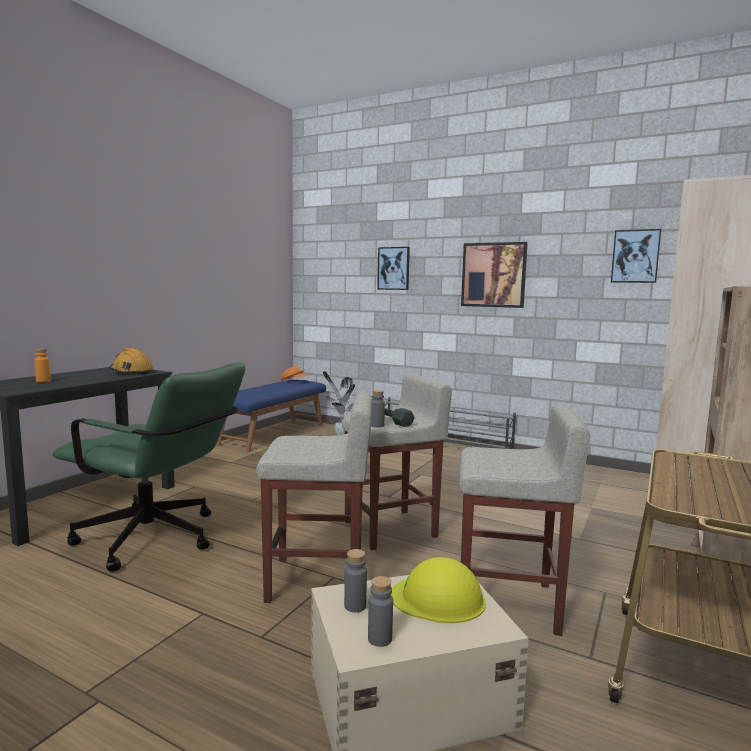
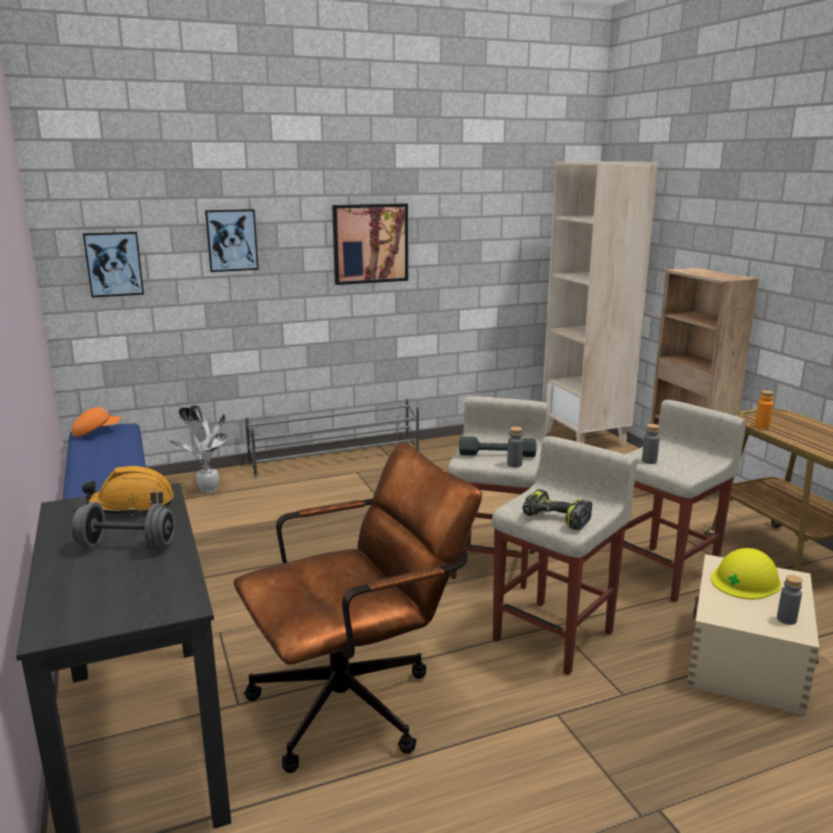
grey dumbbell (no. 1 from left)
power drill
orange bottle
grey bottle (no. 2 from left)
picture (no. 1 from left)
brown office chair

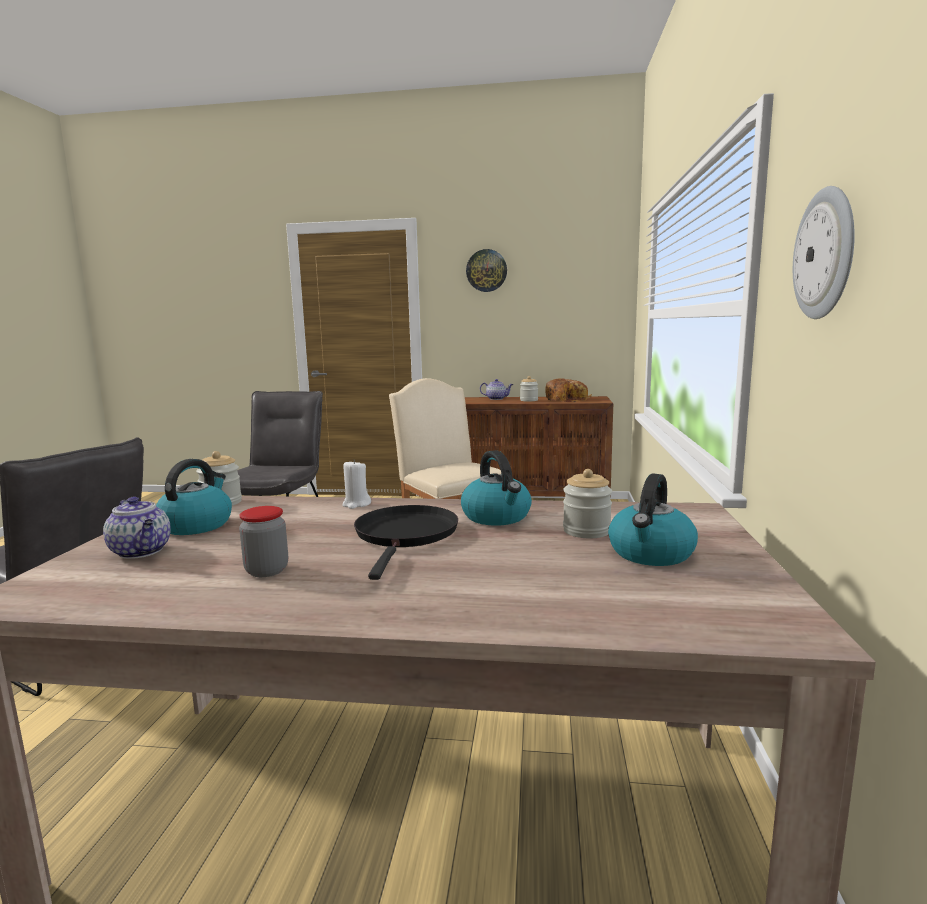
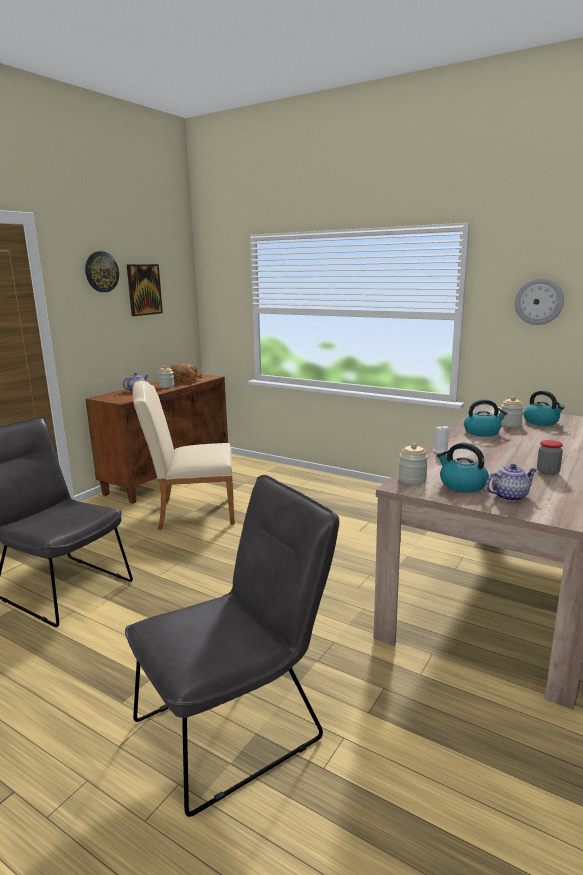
black frying pan
picture

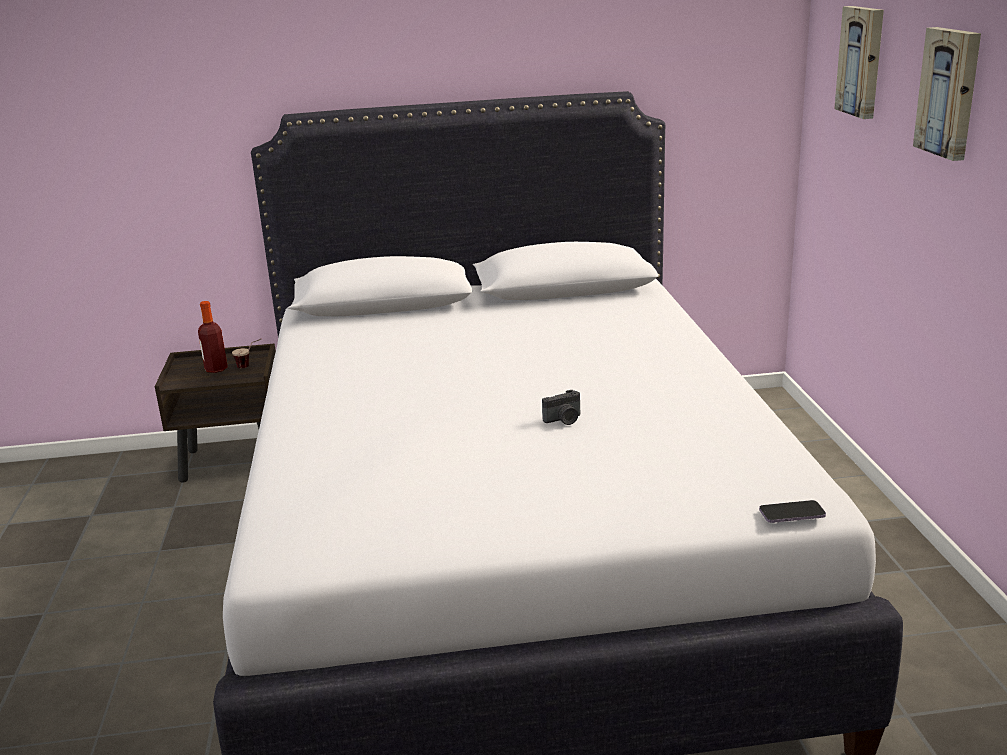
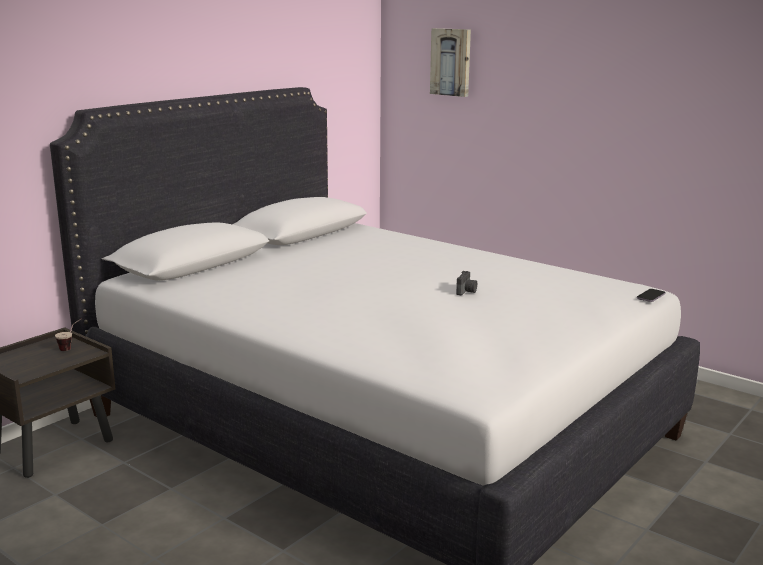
bottle
picture (no. 2 from left in the first image)

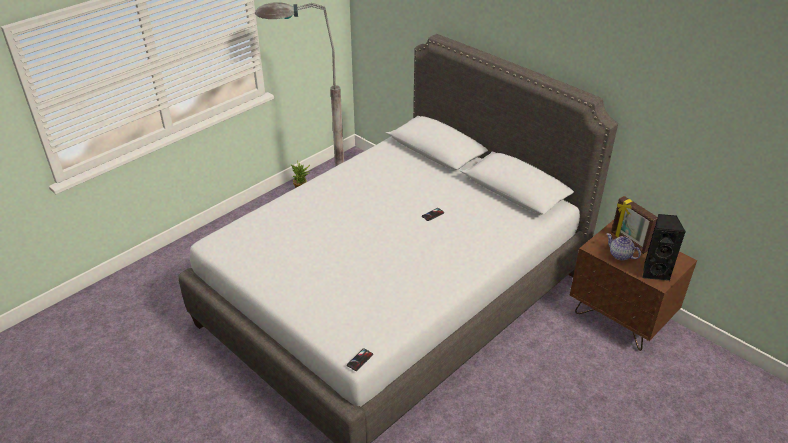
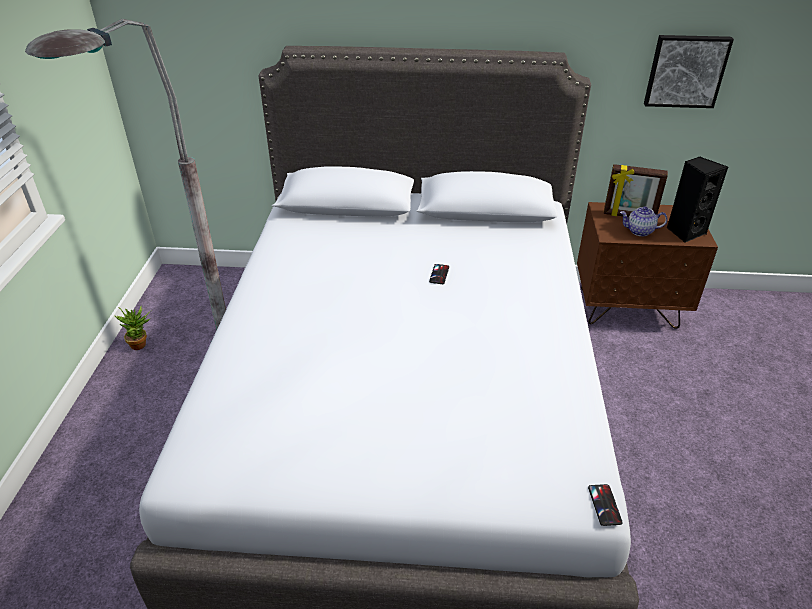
picture

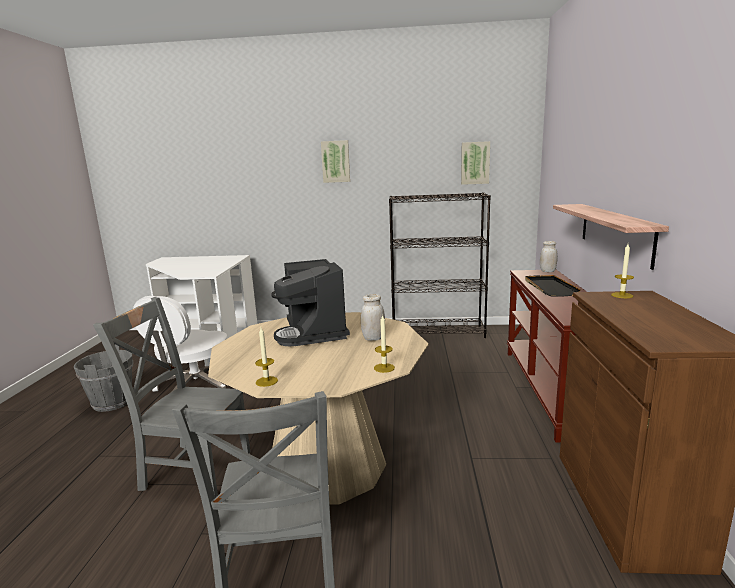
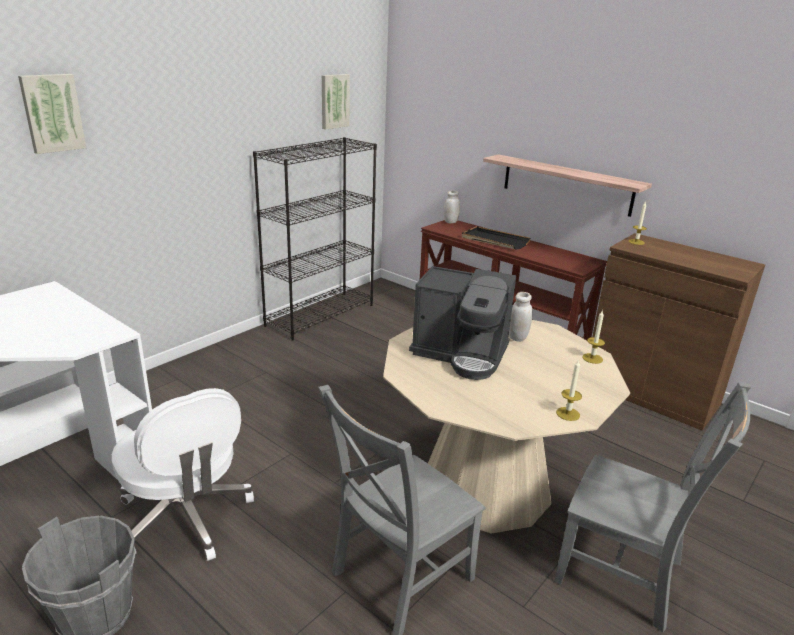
picture (no. 1 from left)

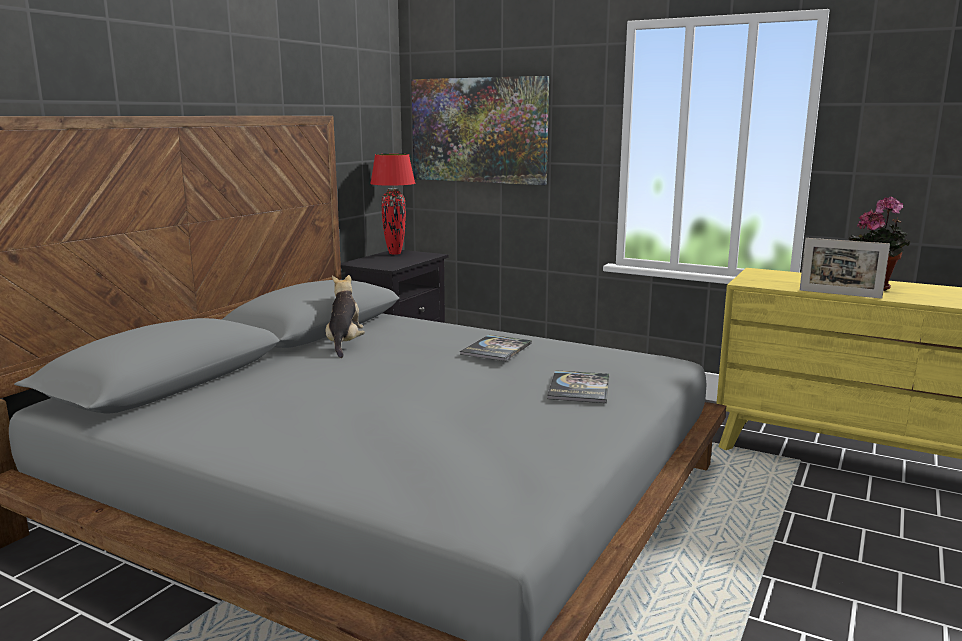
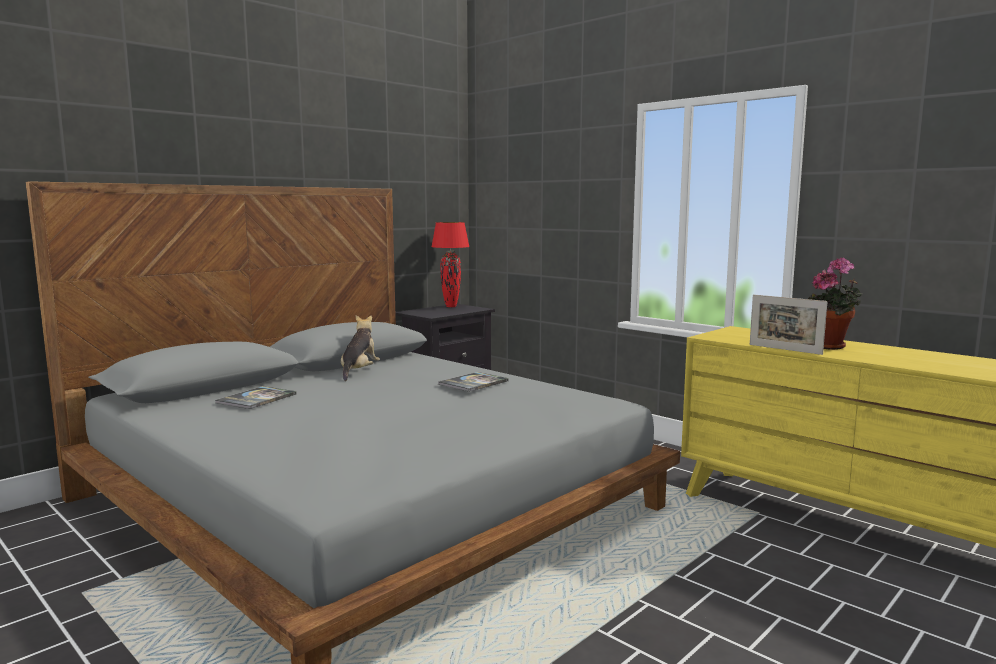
picture
book (no. 1 from left)

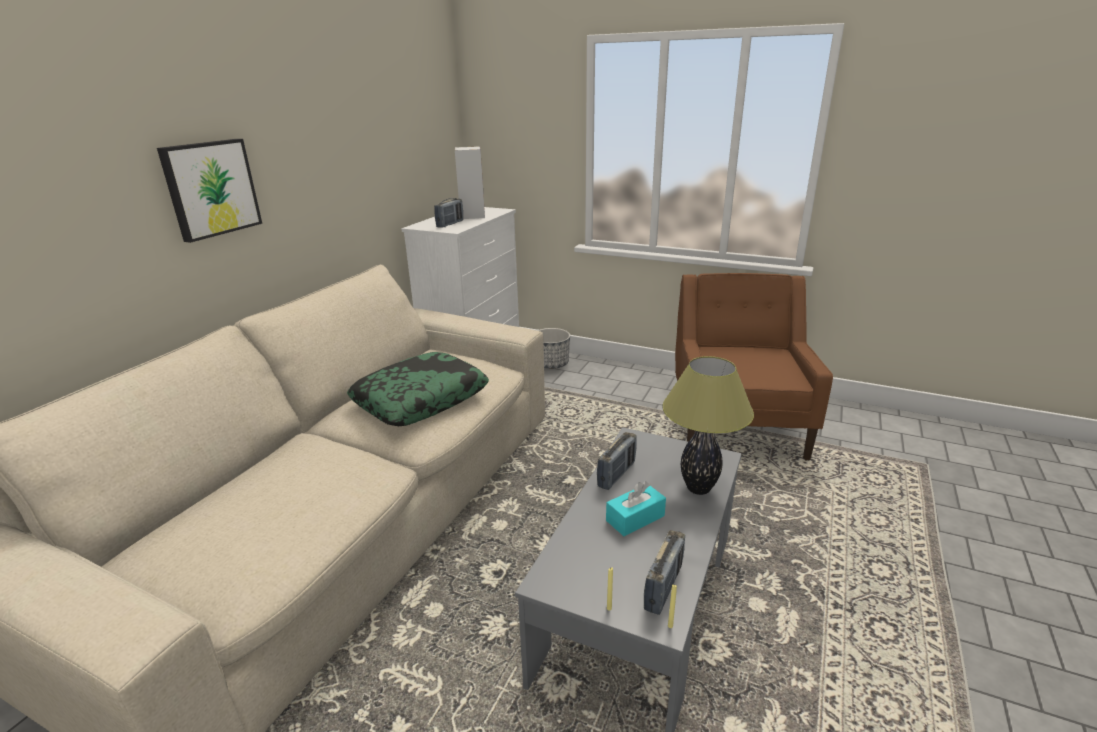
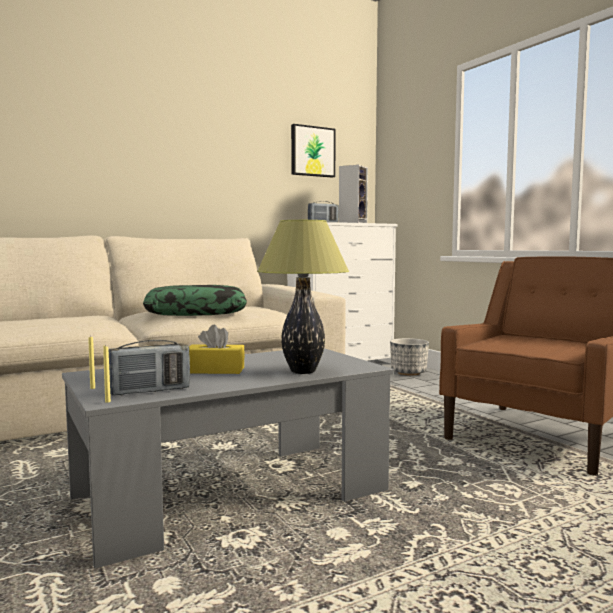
radio (no. 2 from left in the first image)
picture
yellow tissue box

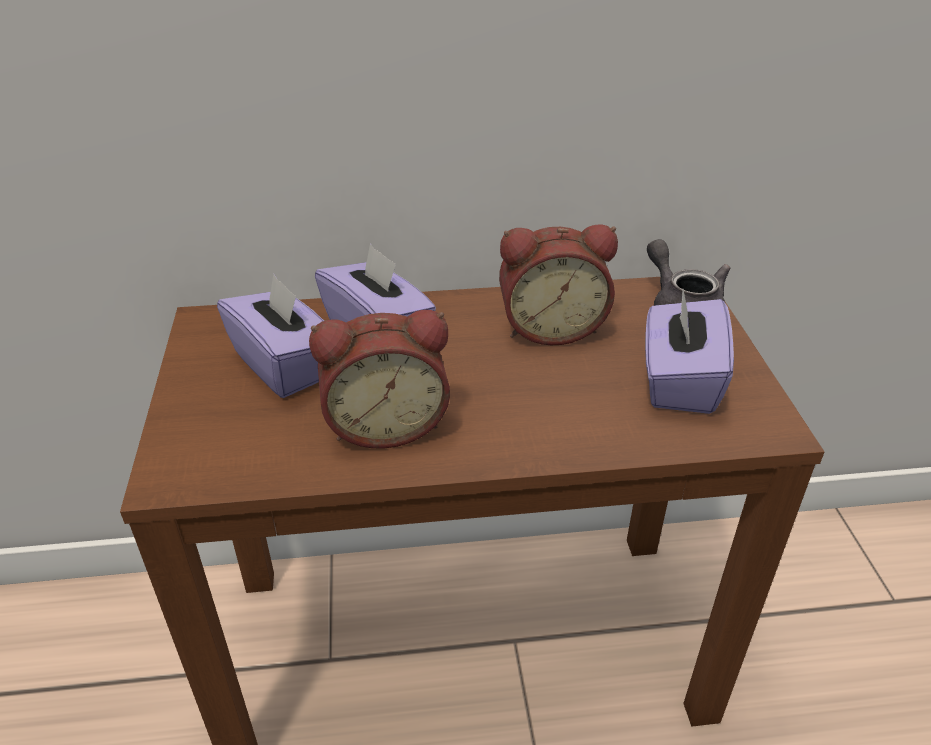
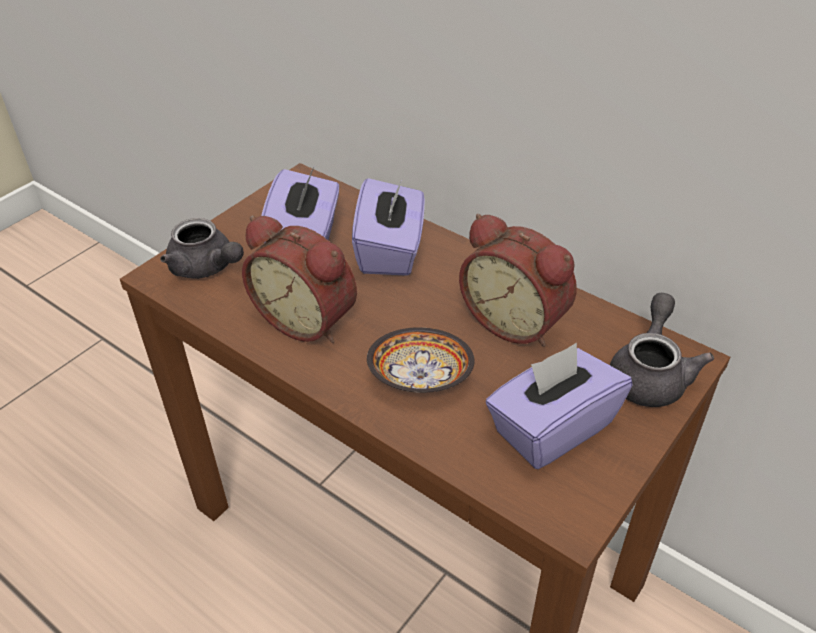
grey teapot (no. 1 from left)
bowl

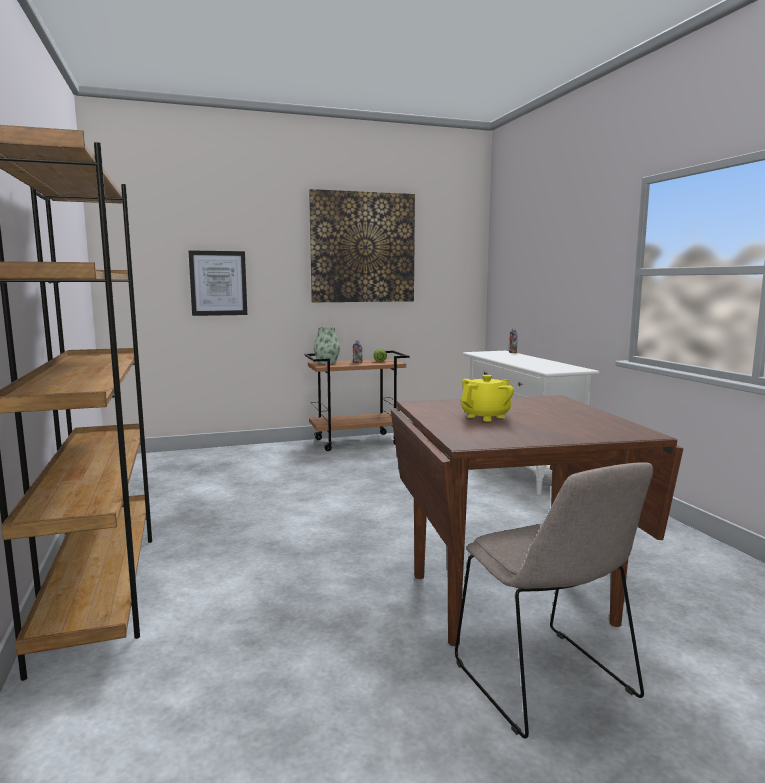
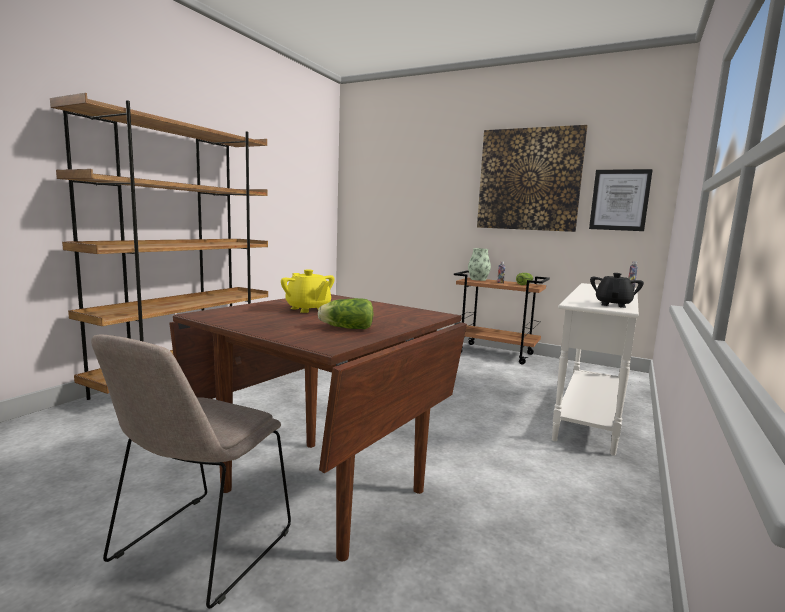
lettuce (no. 1 from left)
black teapot
picture (no. 2 from left)
yellow teapot

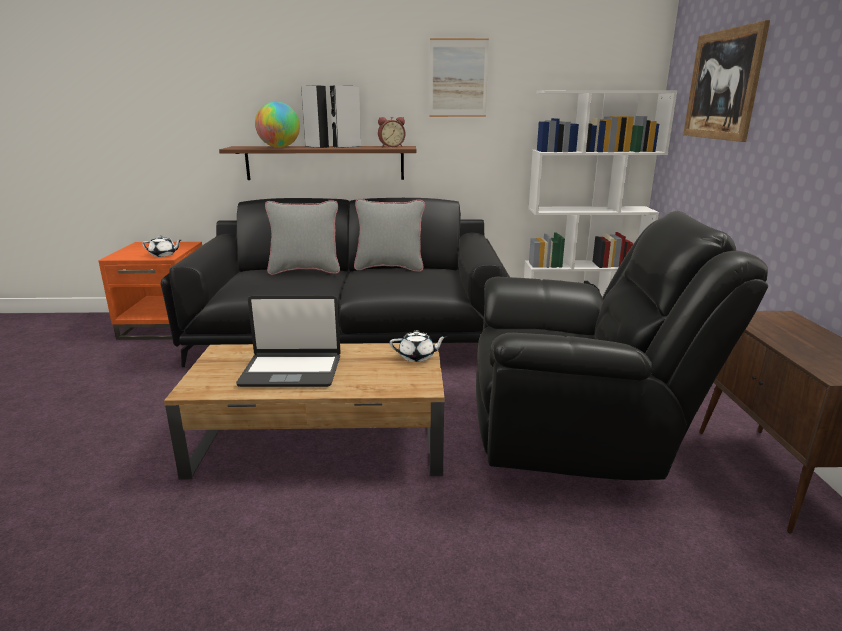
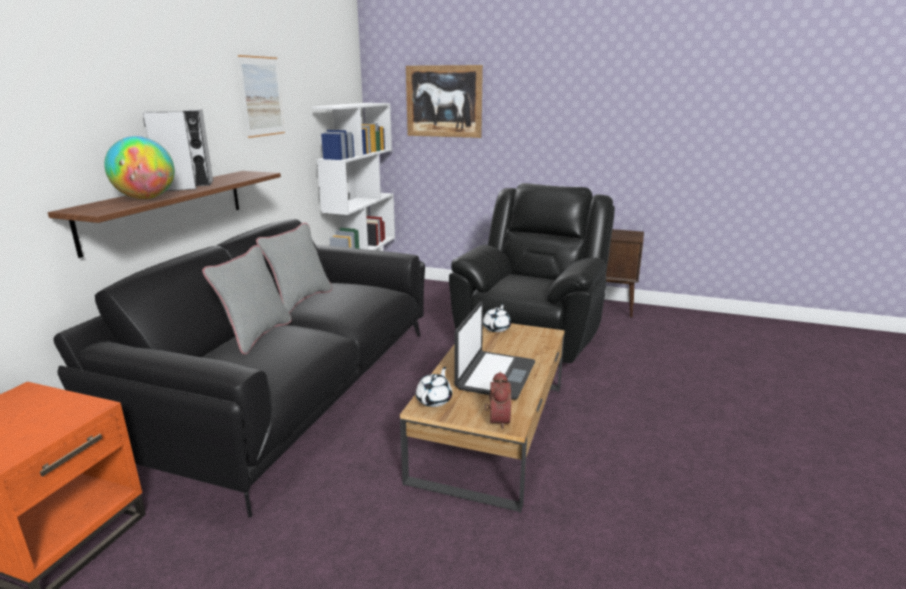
white teapot (no. 1 from left)
alarm clock

